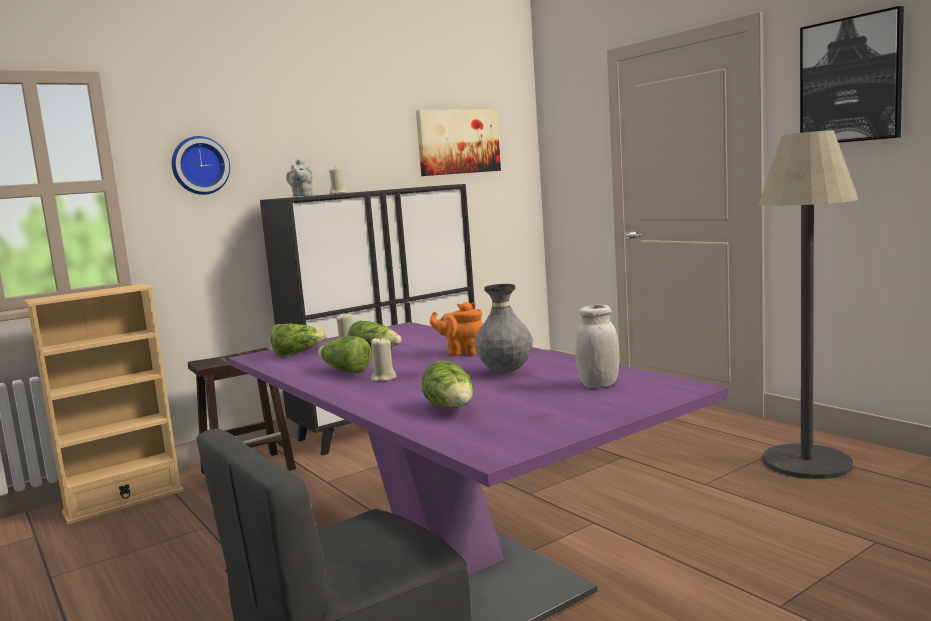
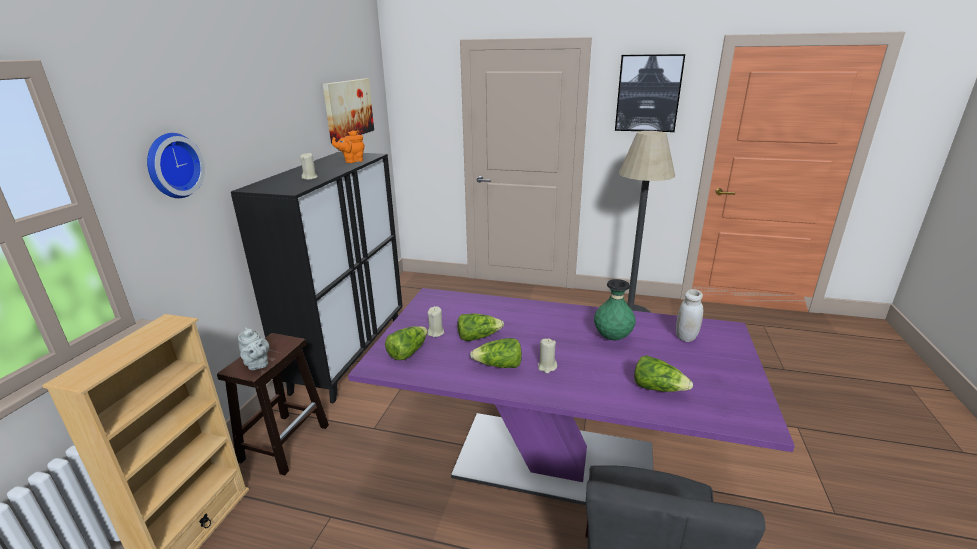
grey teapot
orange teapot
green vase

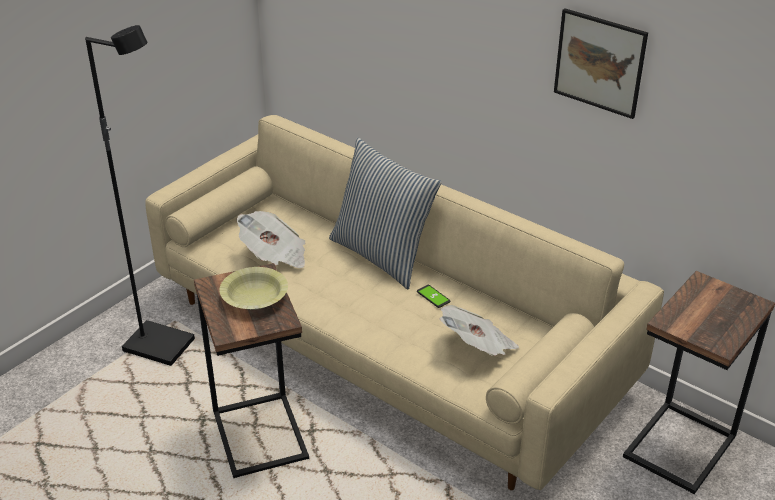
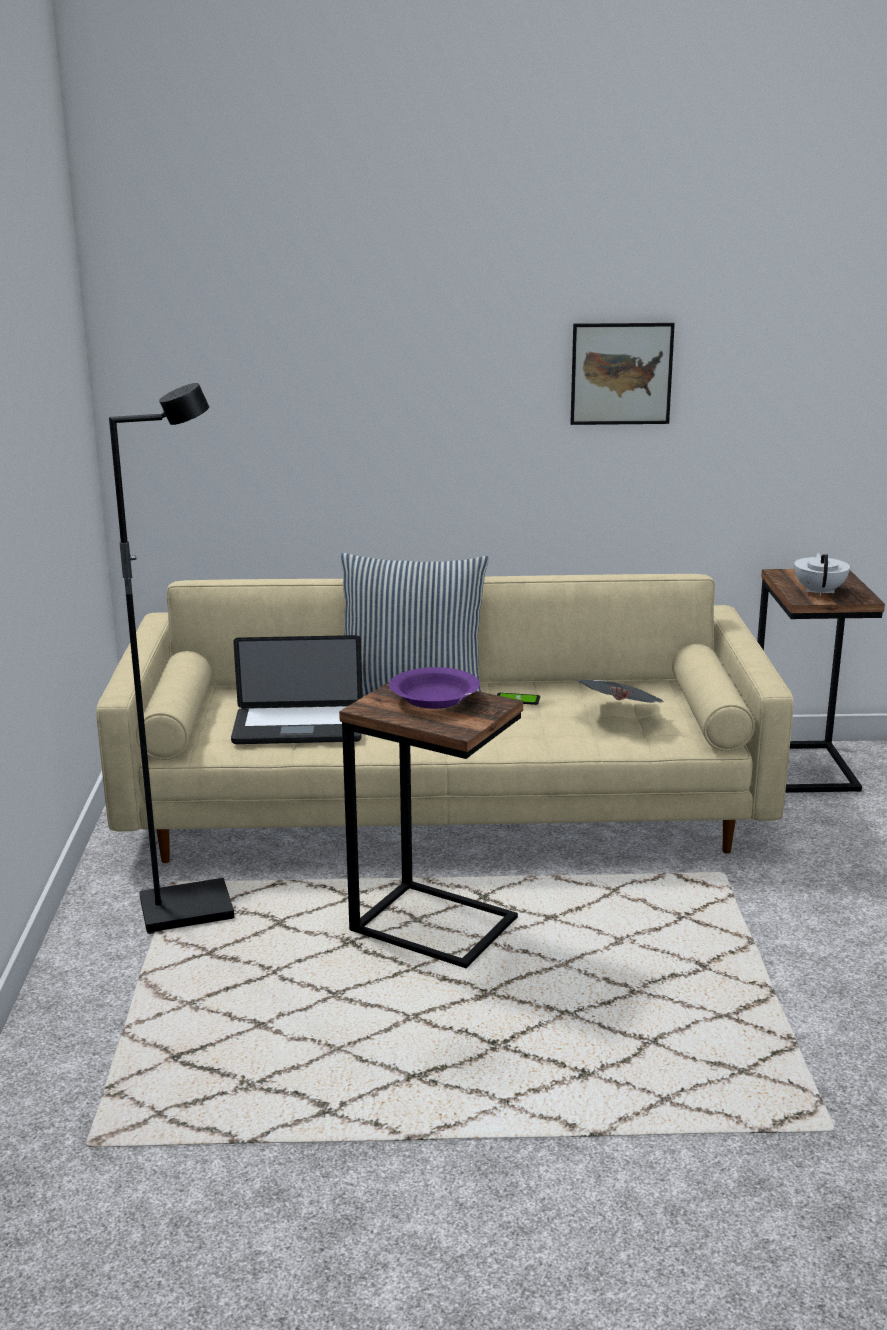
white teapot
laptop
purple bowl

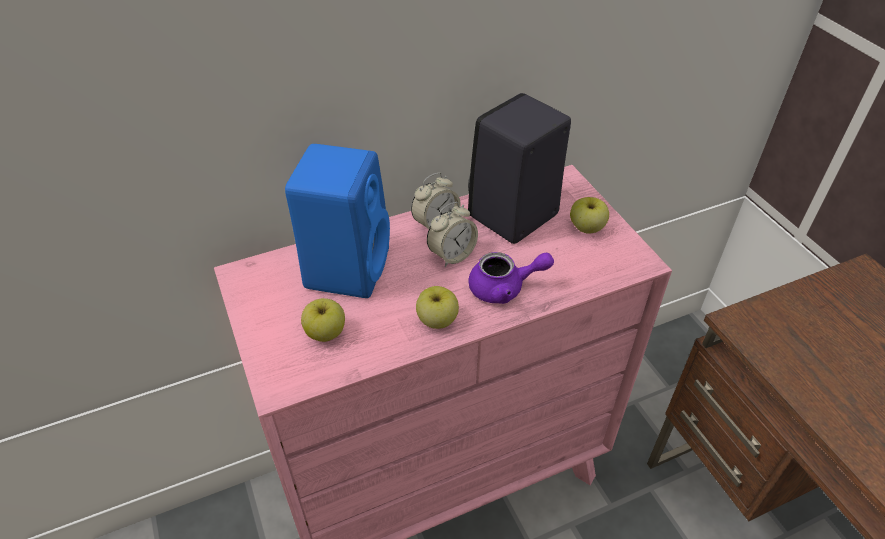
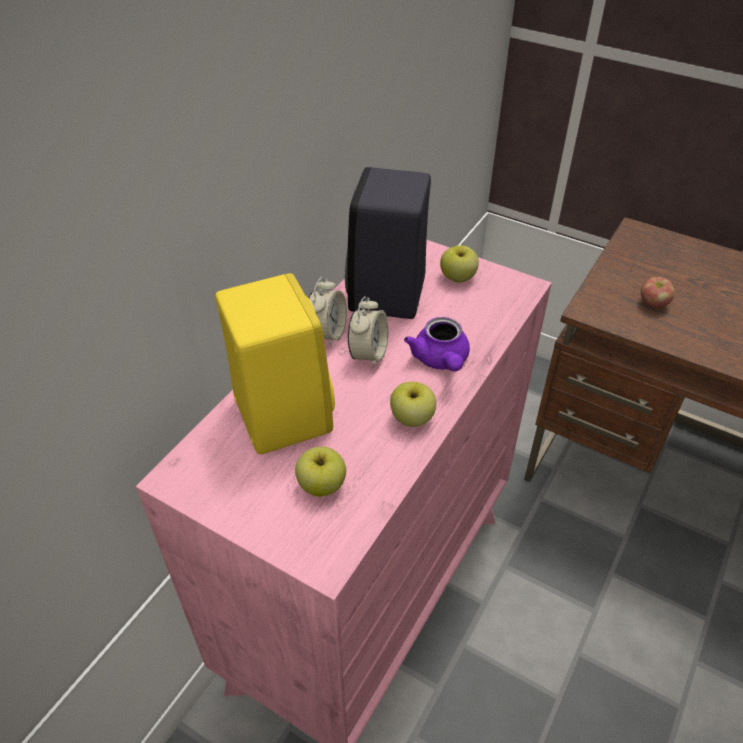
apple (no. 4 from left)
yellow speaker
purple teapot

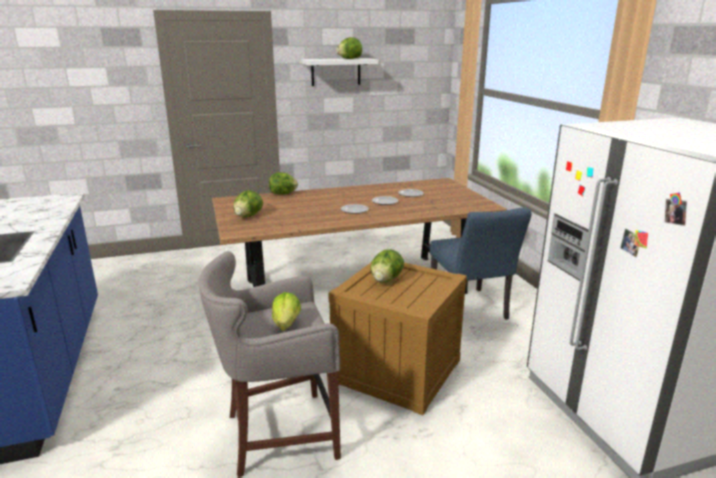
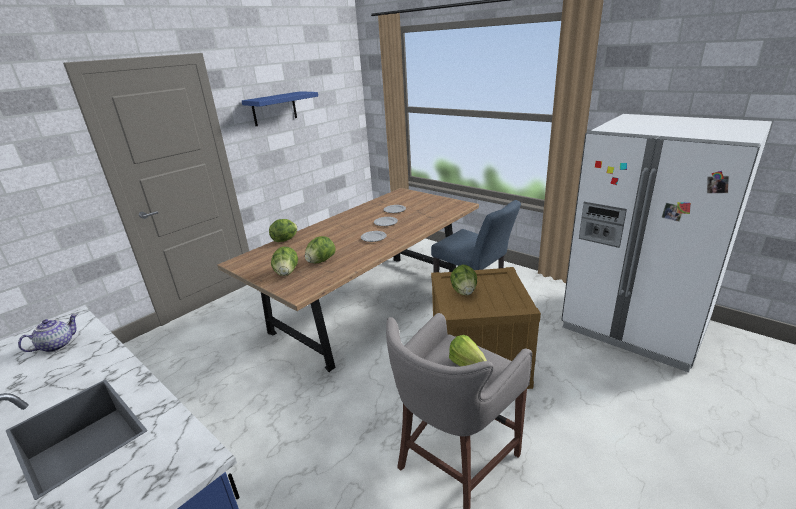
teapot
lettuce (no. 3 from left)
blue shelf

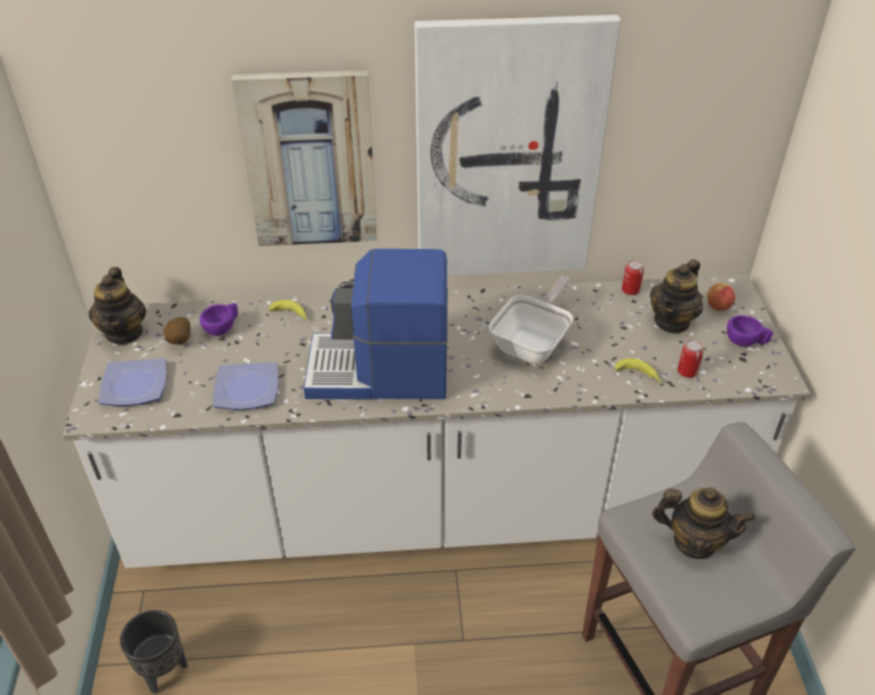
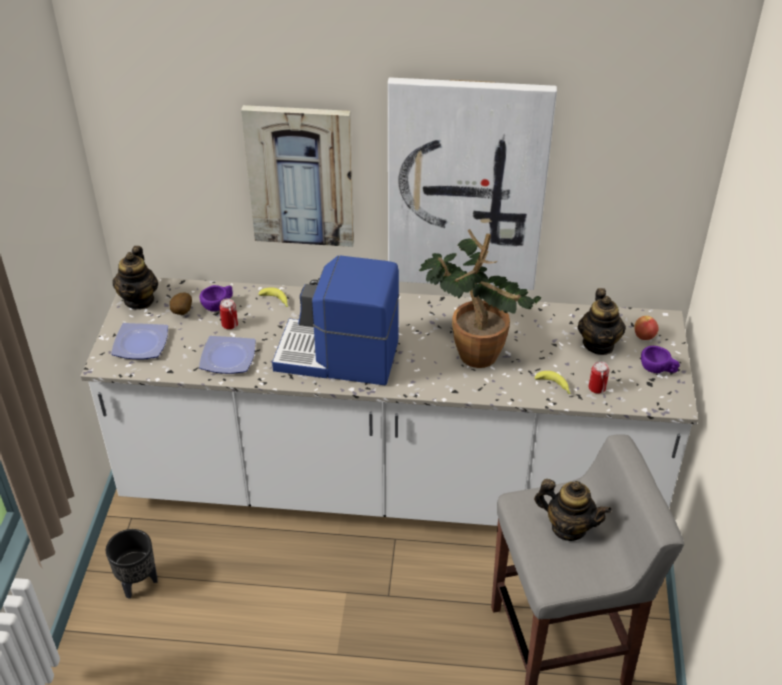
can (no. 1 from left)
potted plant
teapot (no. 3 from left)

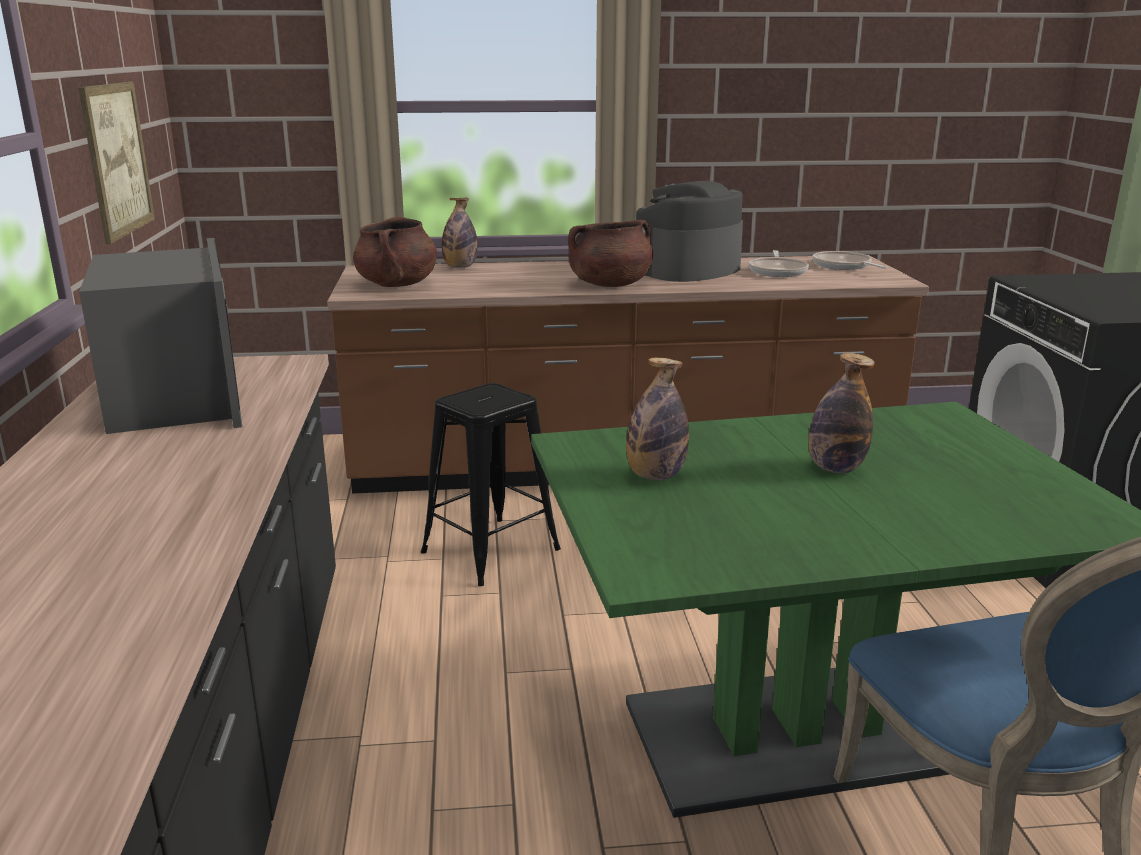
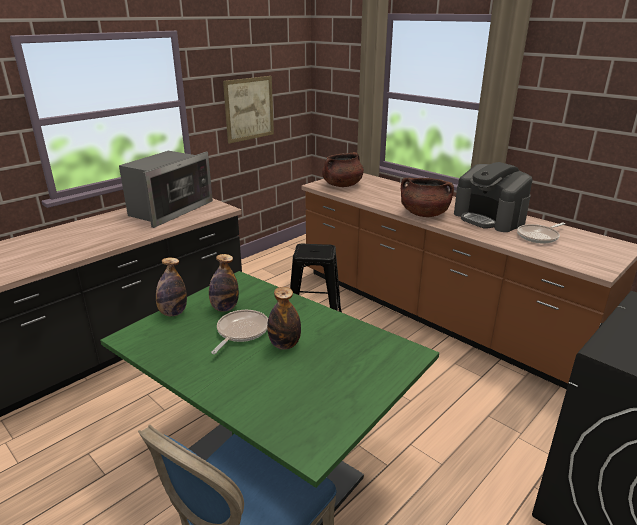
bottle (no. 1 from left)
frying pan (no. 1 from left)
coffee machine

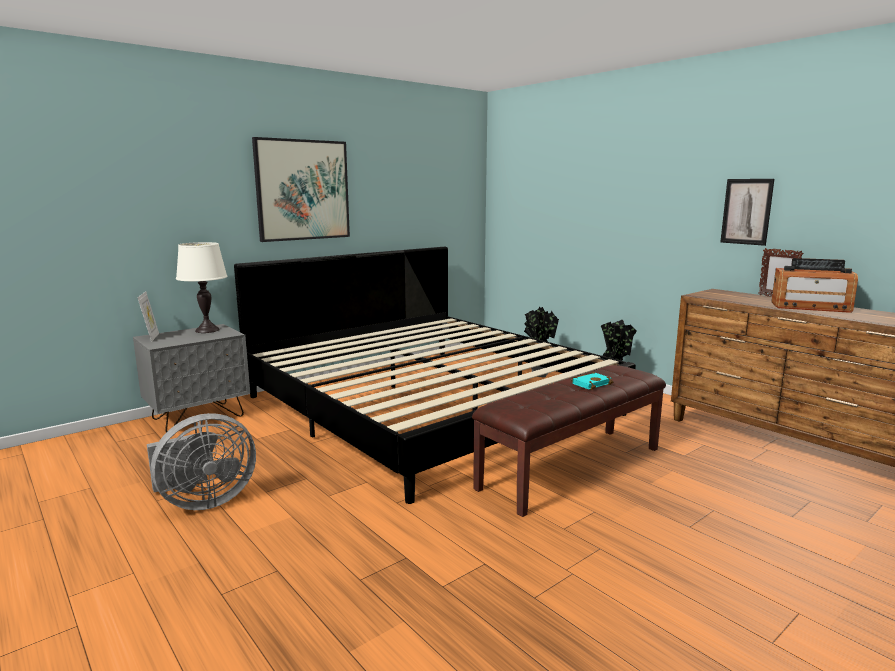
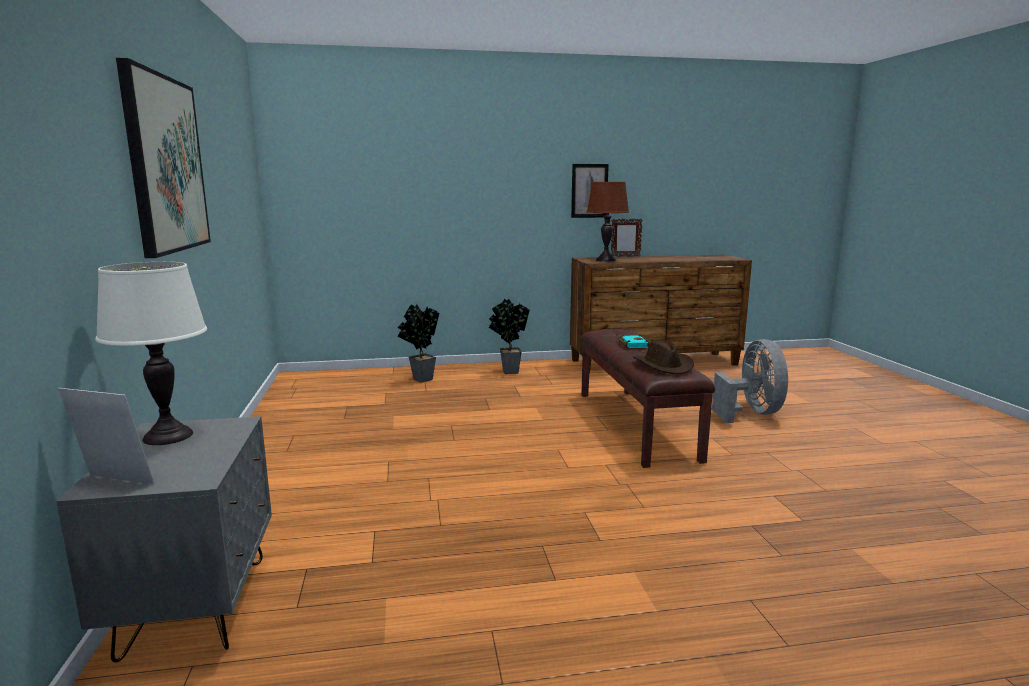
bed
radio
brown table lamp
brown hat
grey fan

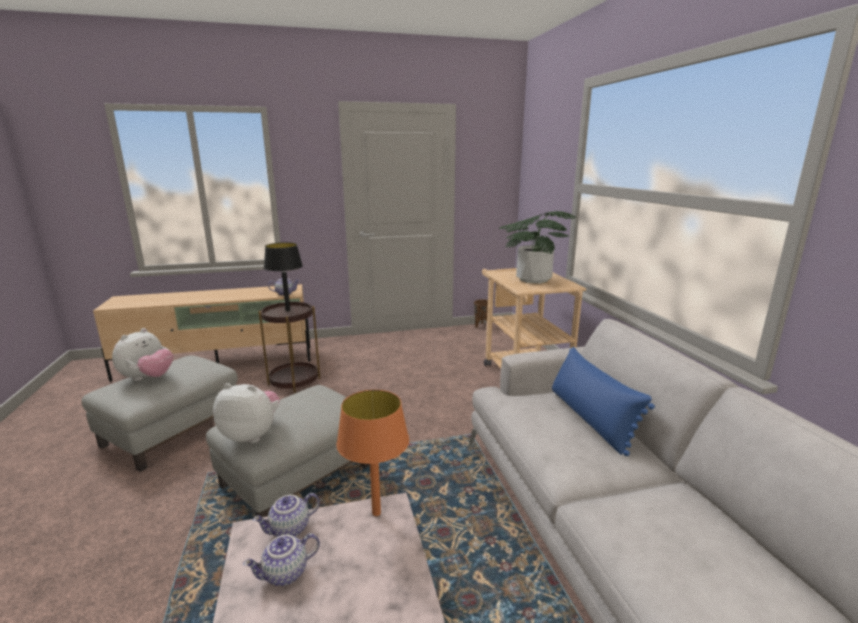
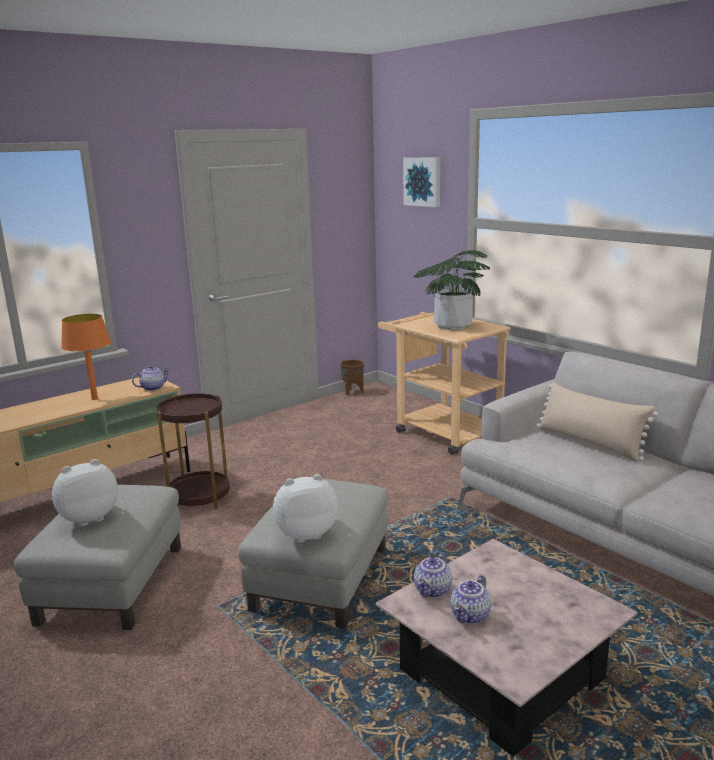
black table lamp
picture
orange table lamp
beige pillow
plush toy (no. 1 from left)

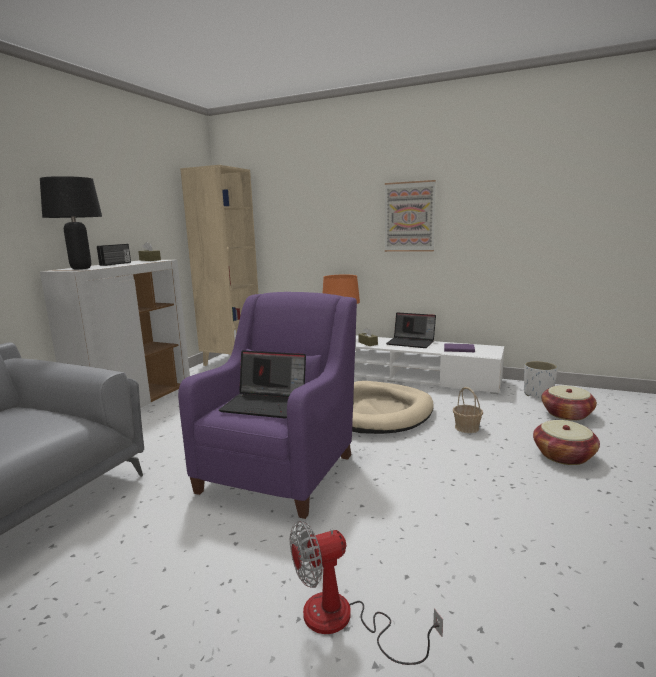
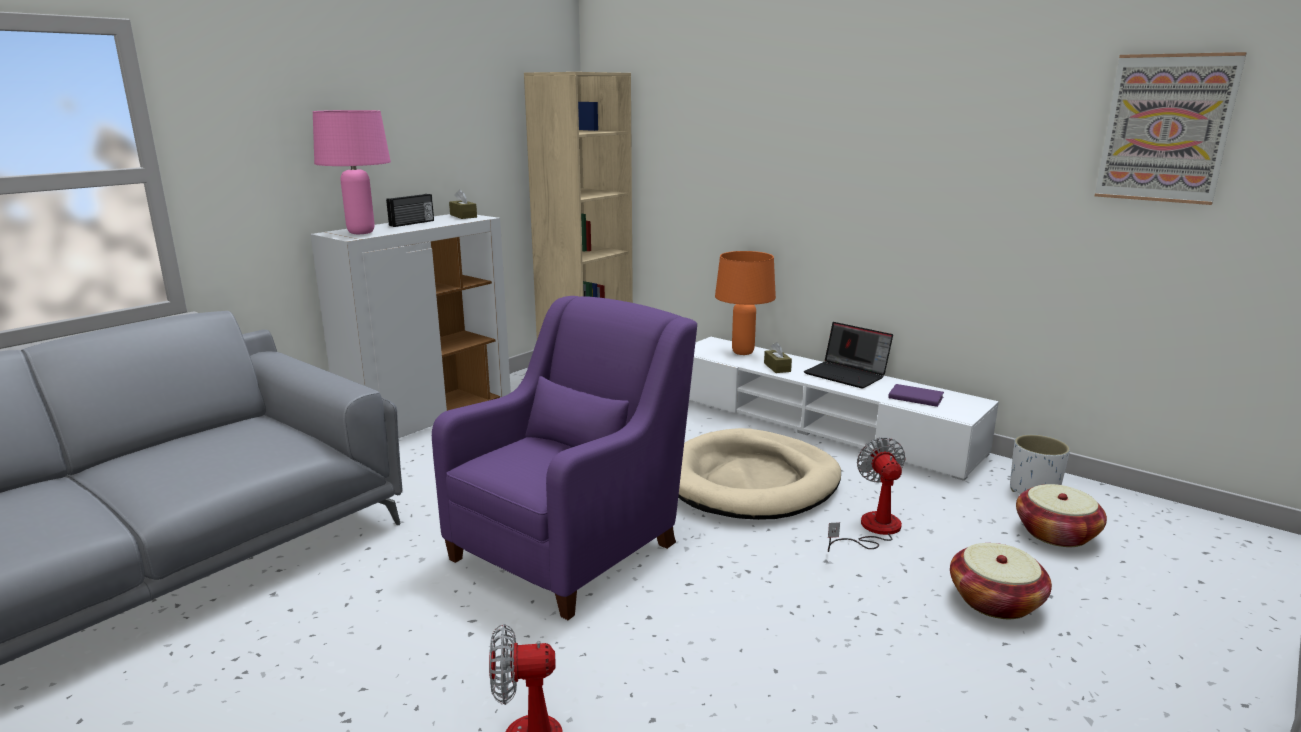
laptop (no. 1 from left in the first image)
picture
fan (no. 2 from left)
pink table lamp

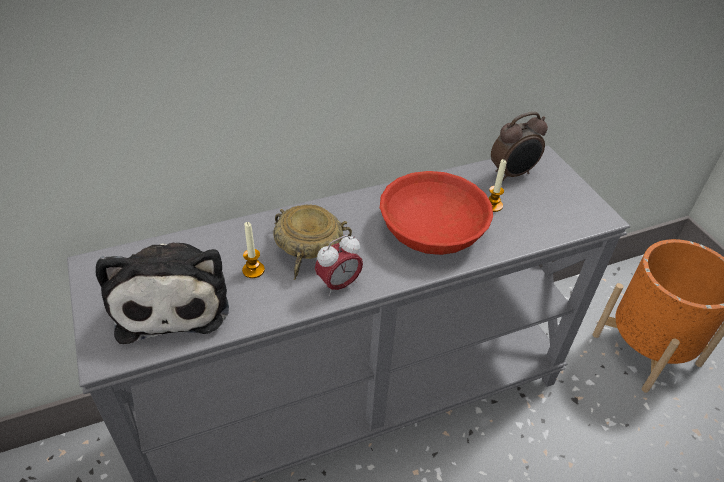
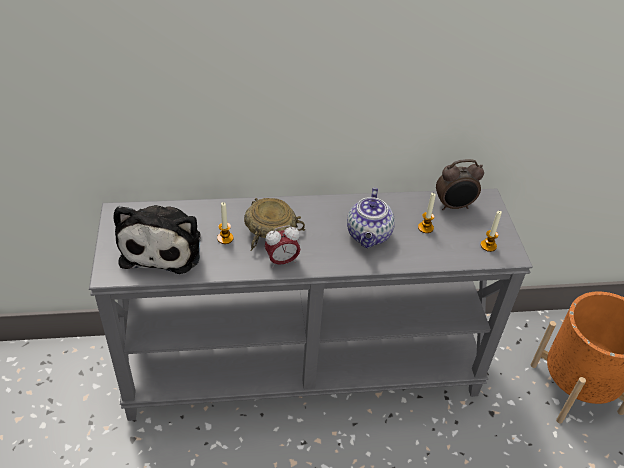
candle (no. 3 from left)
teapot

